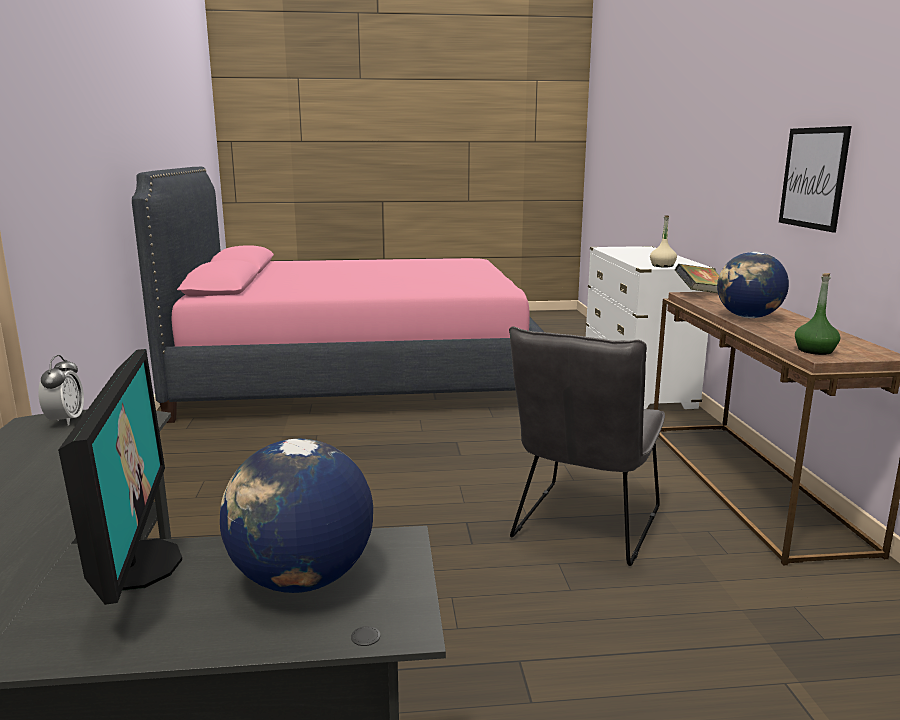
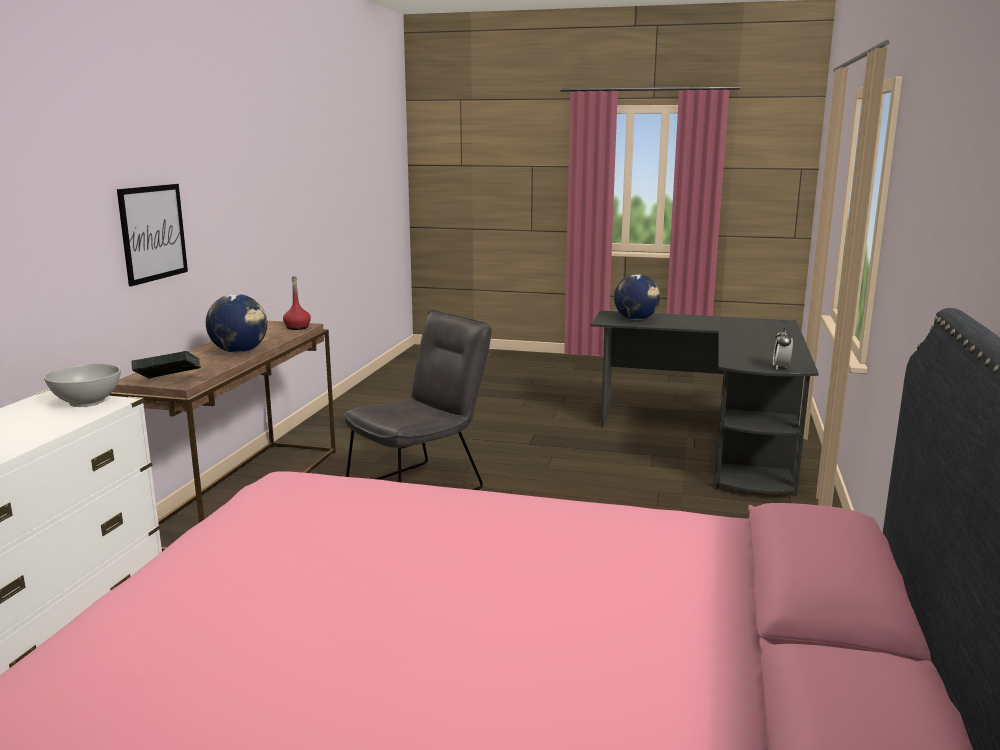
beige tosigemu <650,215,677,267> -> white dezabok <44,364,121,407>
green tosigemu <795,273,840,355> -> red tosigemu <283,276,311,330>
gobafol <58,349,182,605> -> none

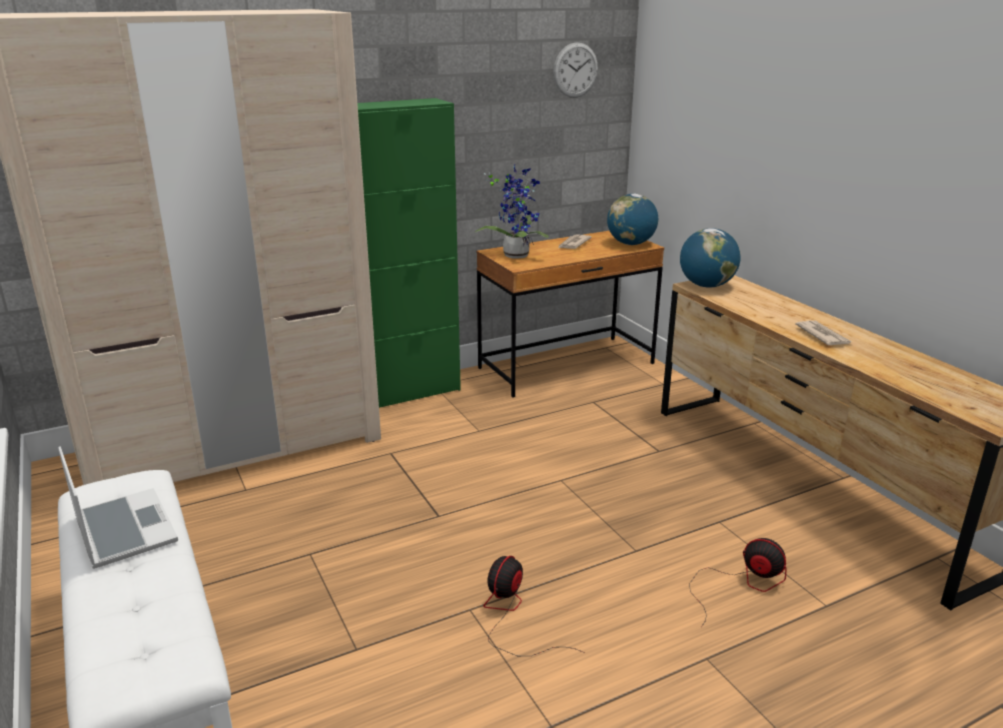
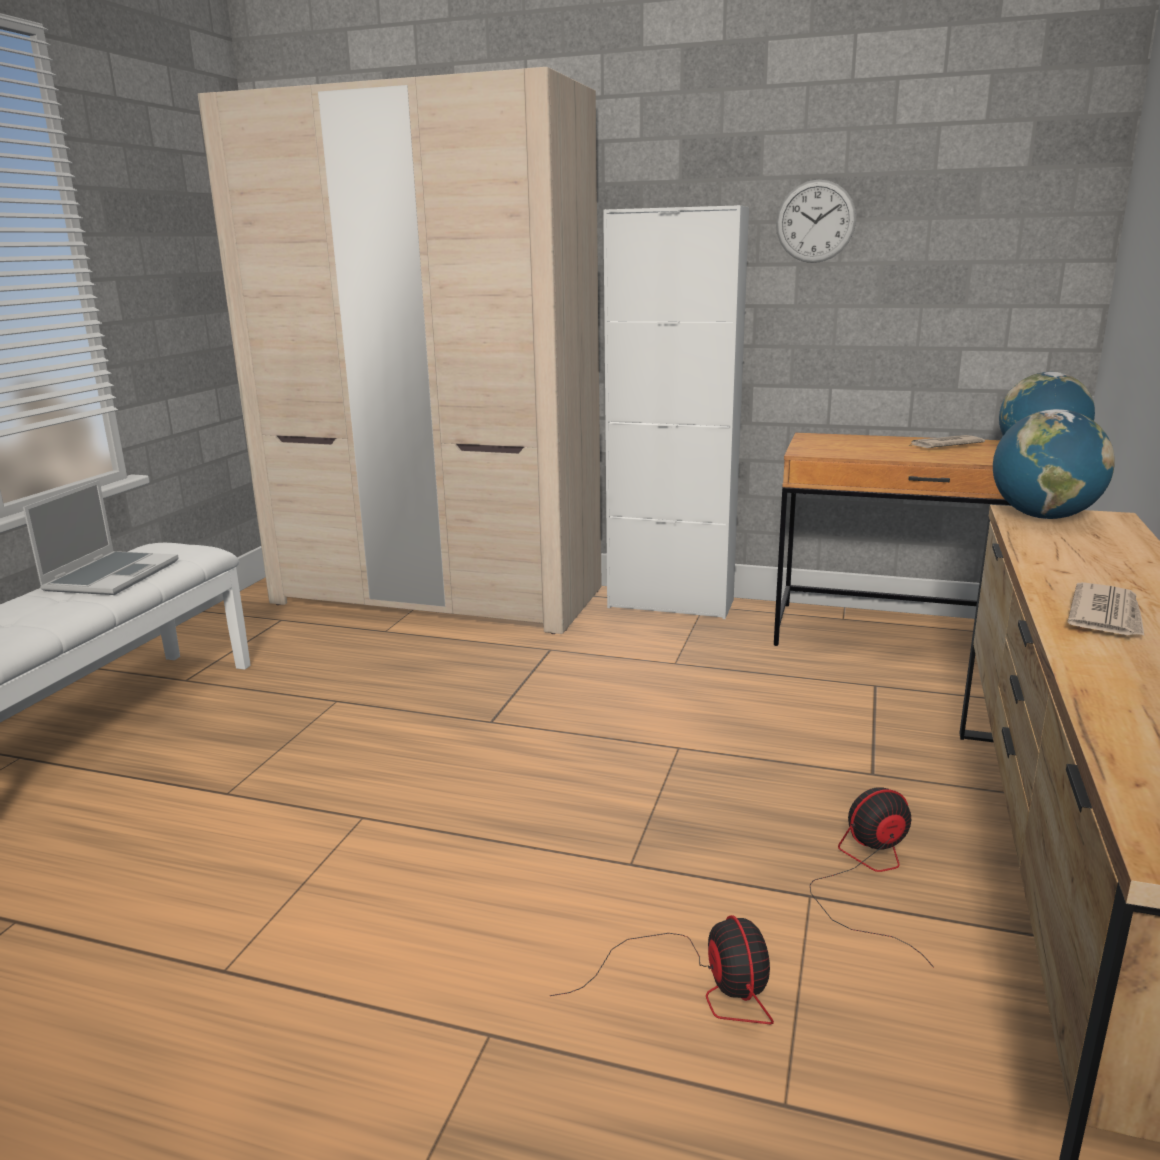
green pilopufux <357,98,461,408> -> white pilopufux <603,205,749,619>
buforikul <553,42,598,98> -> buforikul <776,179,856,263>, move
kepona <484,556,585,656> -> kepona <810,787,934,968>, move
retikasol <474,165,549,259> -> none

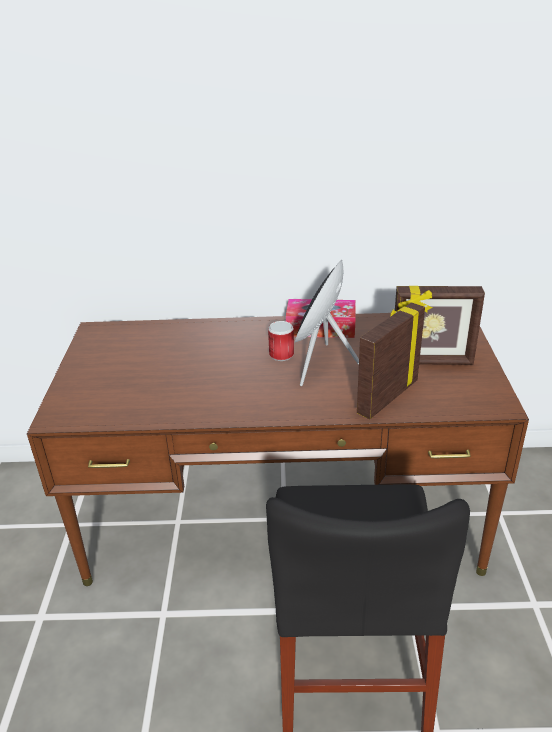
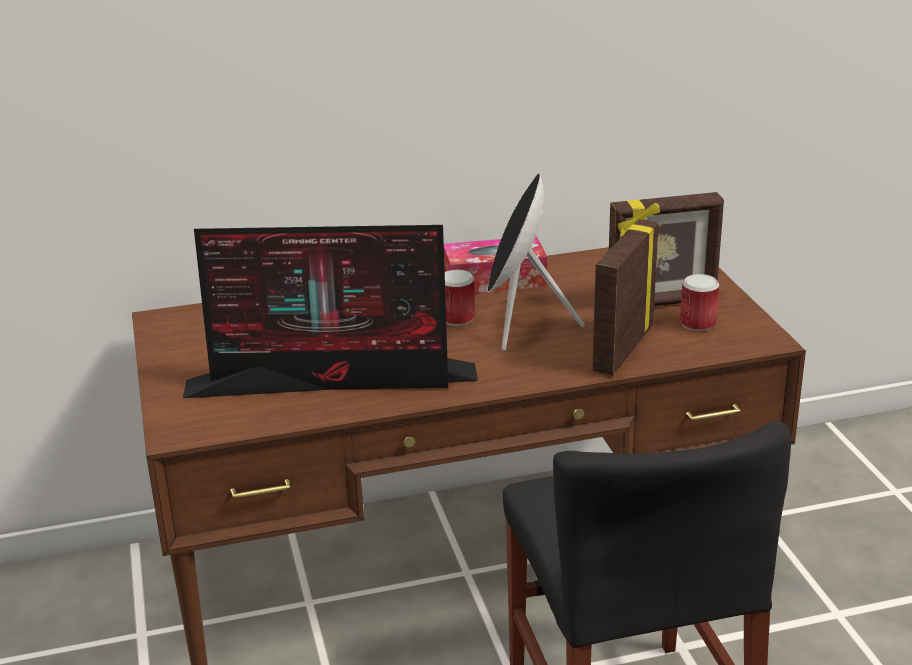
none -> gobafol <183,225,478,398>
none -> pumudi <680,274,719,331>

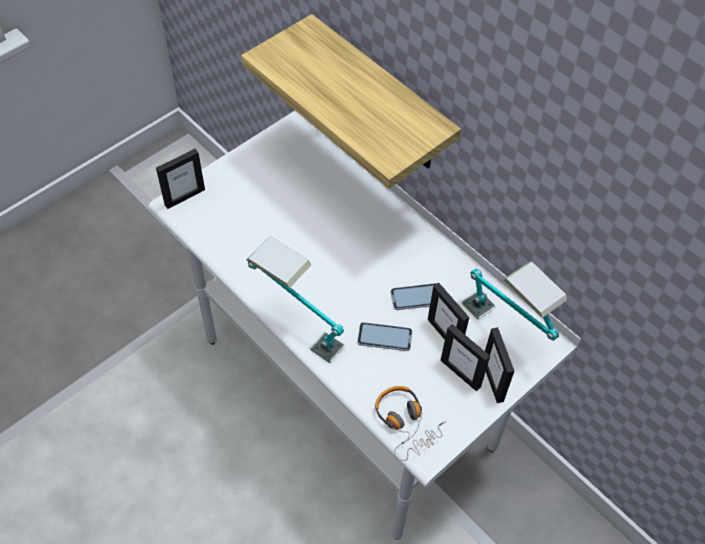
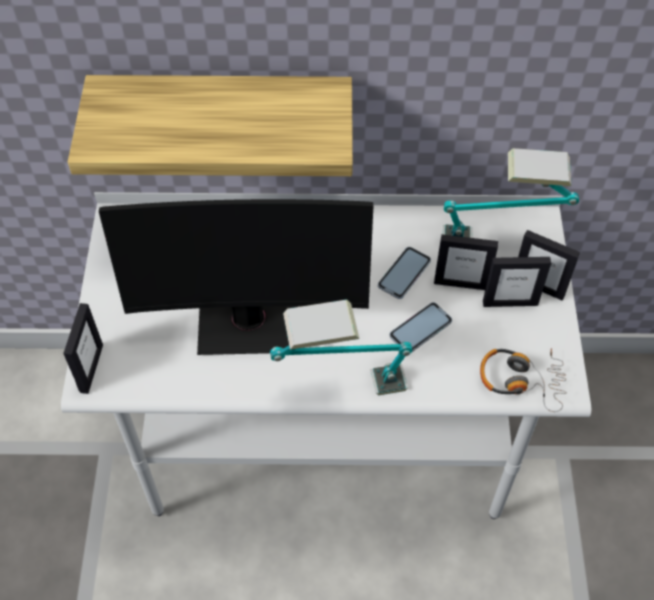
none -> gobafol <99,199,373,355>

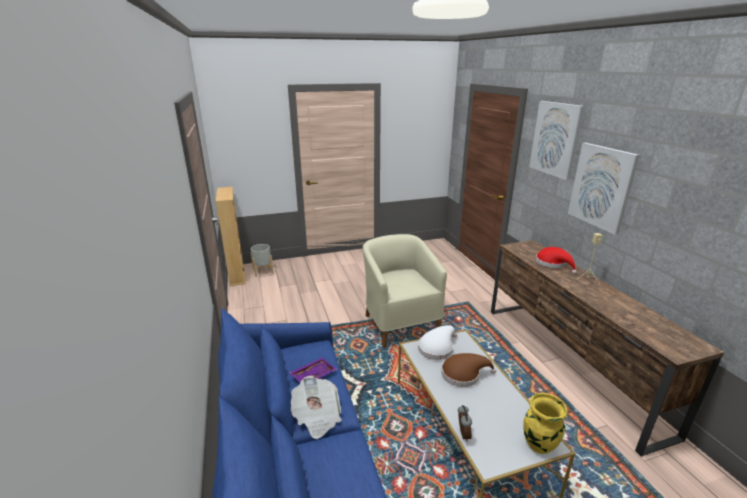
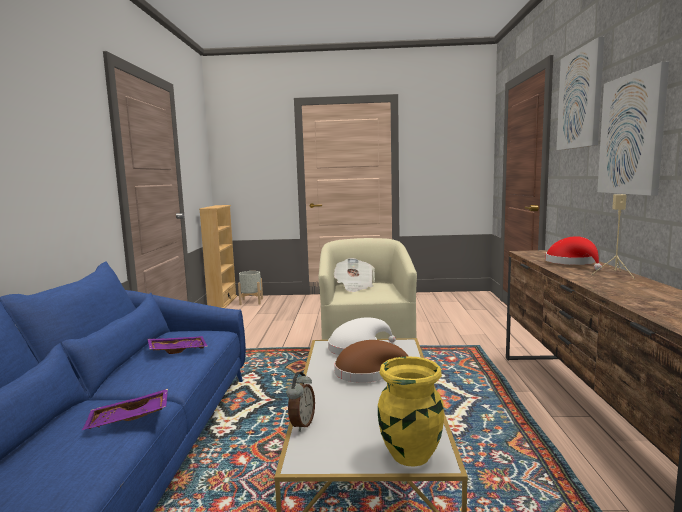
none -> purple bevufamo <82,389,168,430>
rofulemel <291,376,341,439> -> rofulemel <334,258,375,292>, move

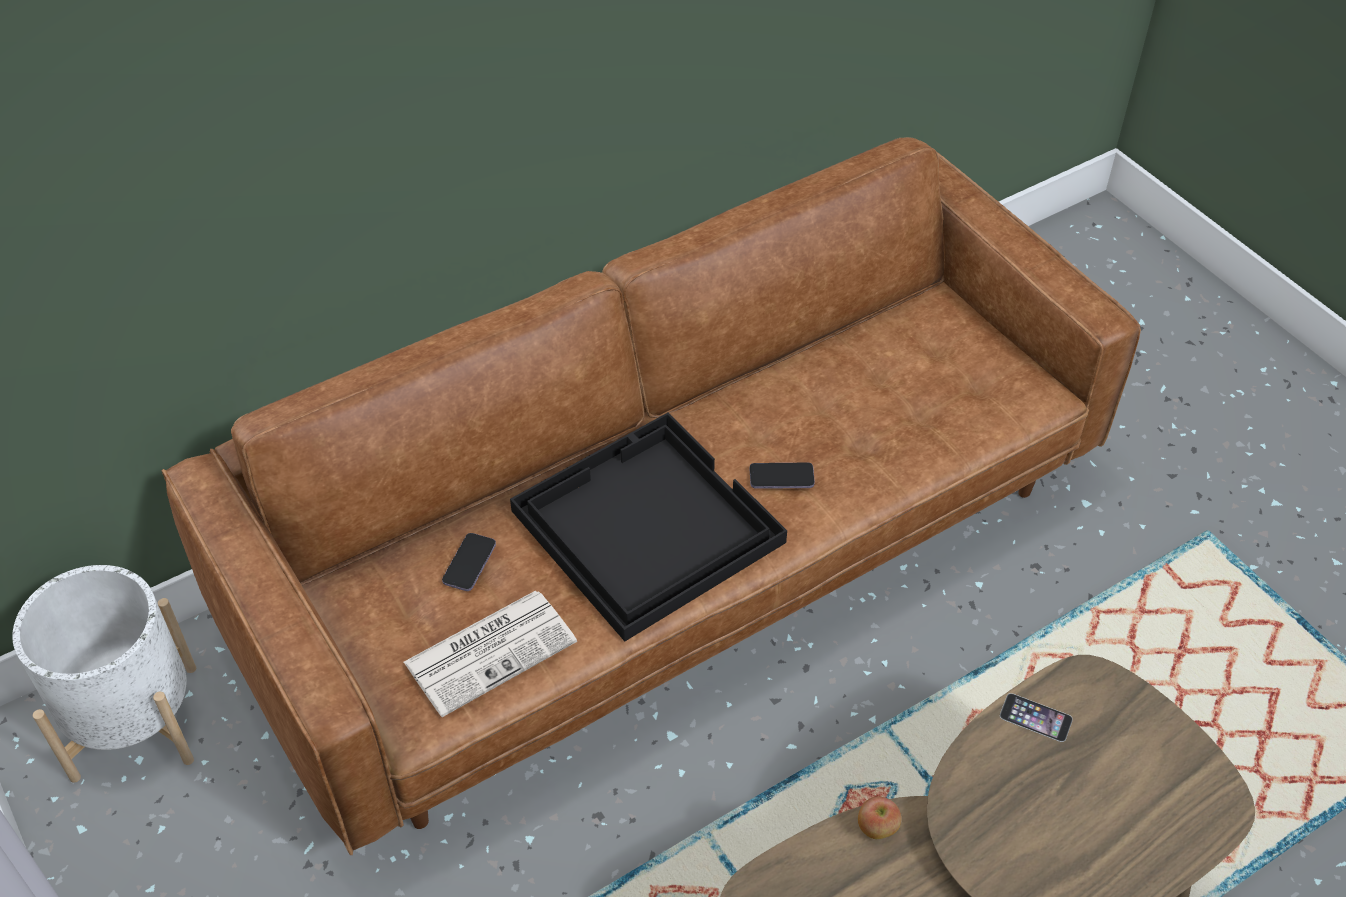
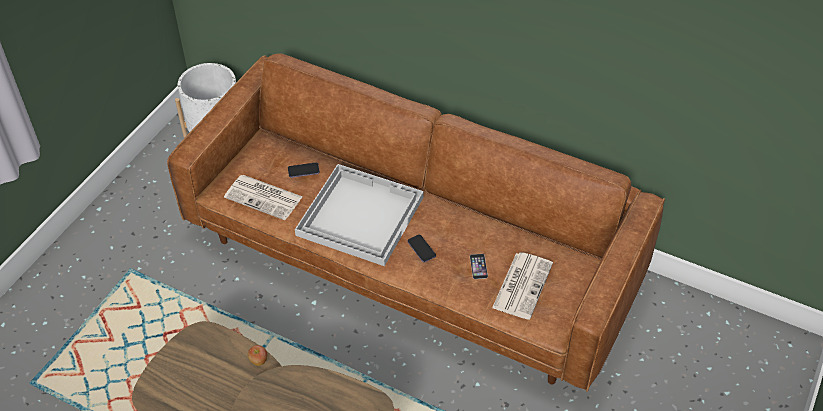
black bevufamo <510,413,787,641> -> white bevufamo <295,164,424,266>
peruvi <1000,693,1073,742> -> peruvi <470,254,488,279>, move
none -> rofulemel <492,252,553,320>

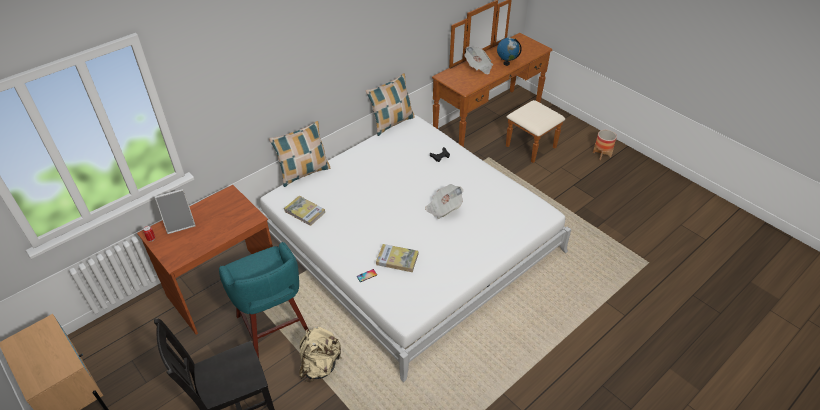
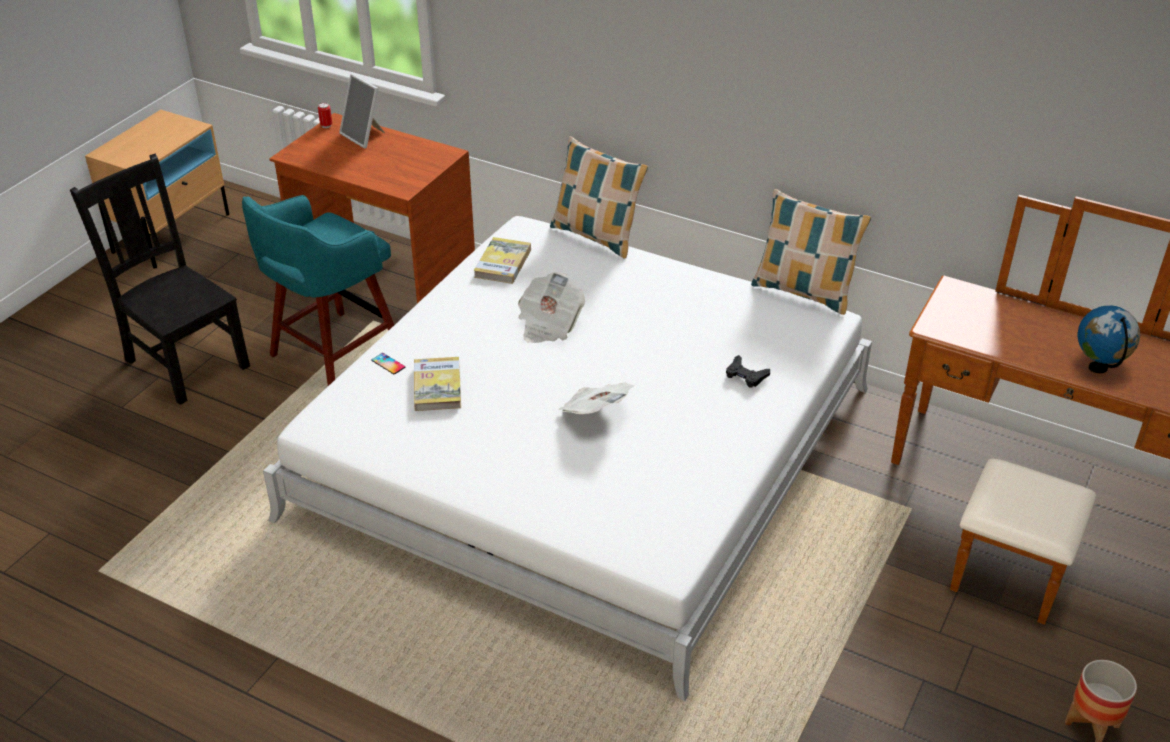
rofulemel <465,46,493,74> -> rofulemel <518,272,585,343>, move
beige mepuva <299,327,342,382> -> none

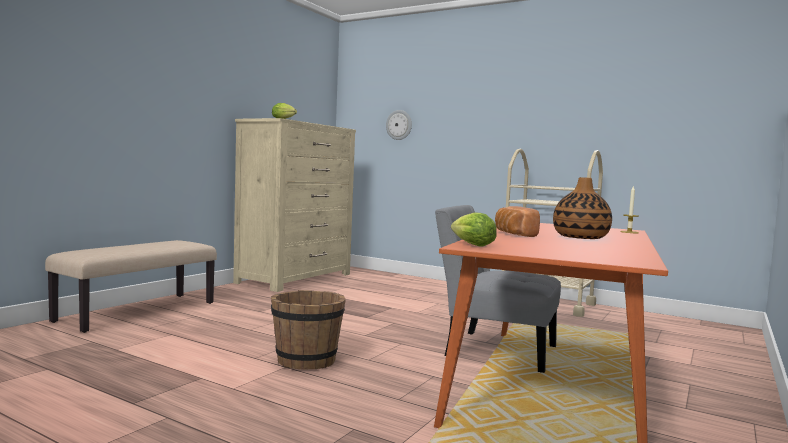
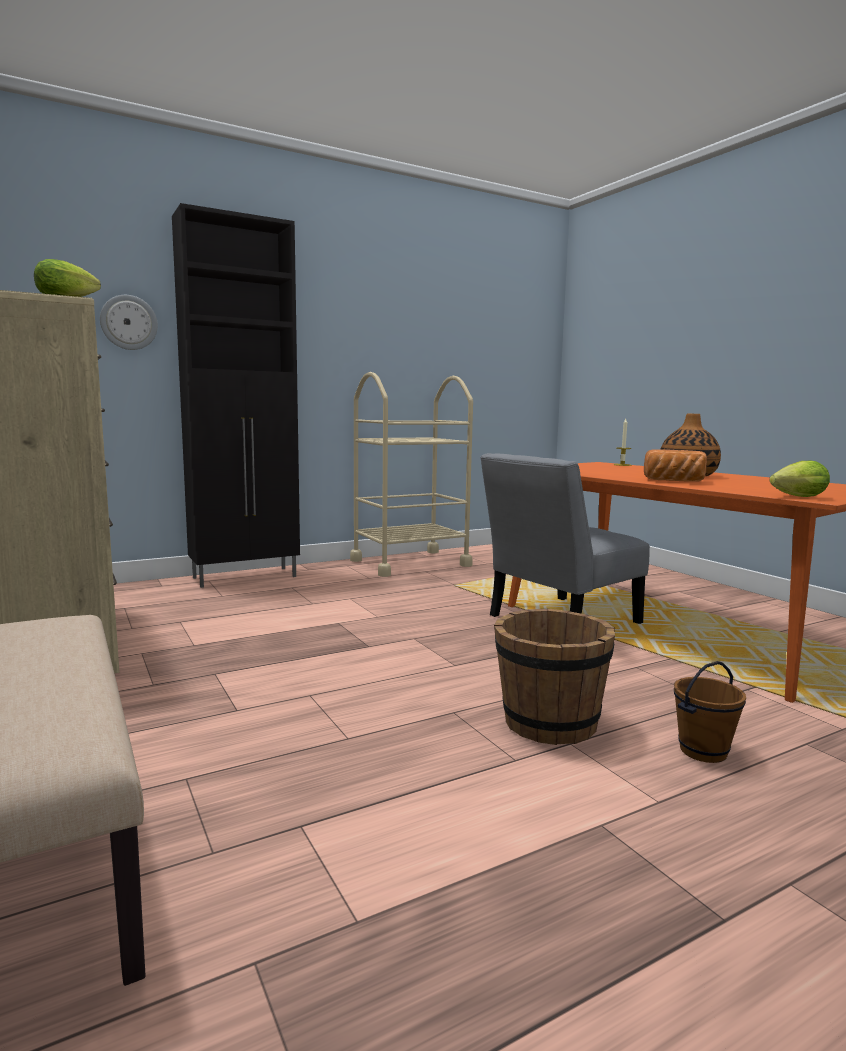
none -> black pilopufux <172,203,300,588>
none -> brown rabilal <674,661,746,763>

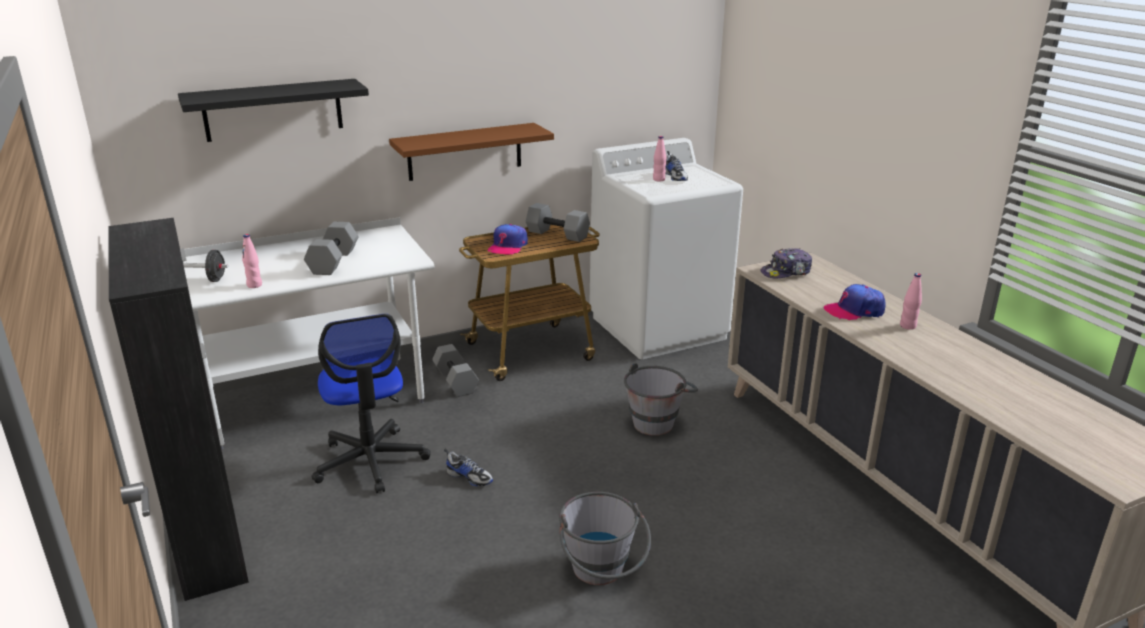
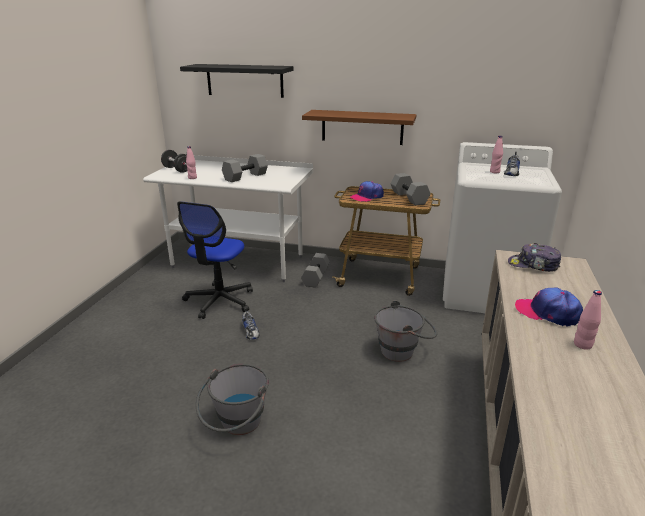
black pilopufux <108,218,249,601> -> none

